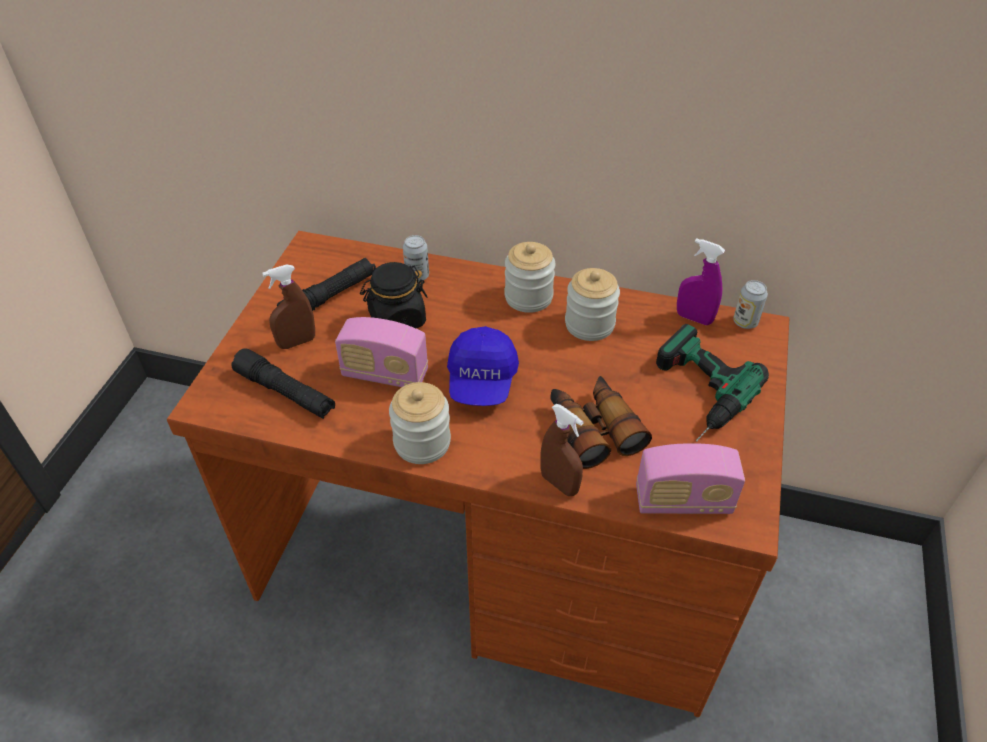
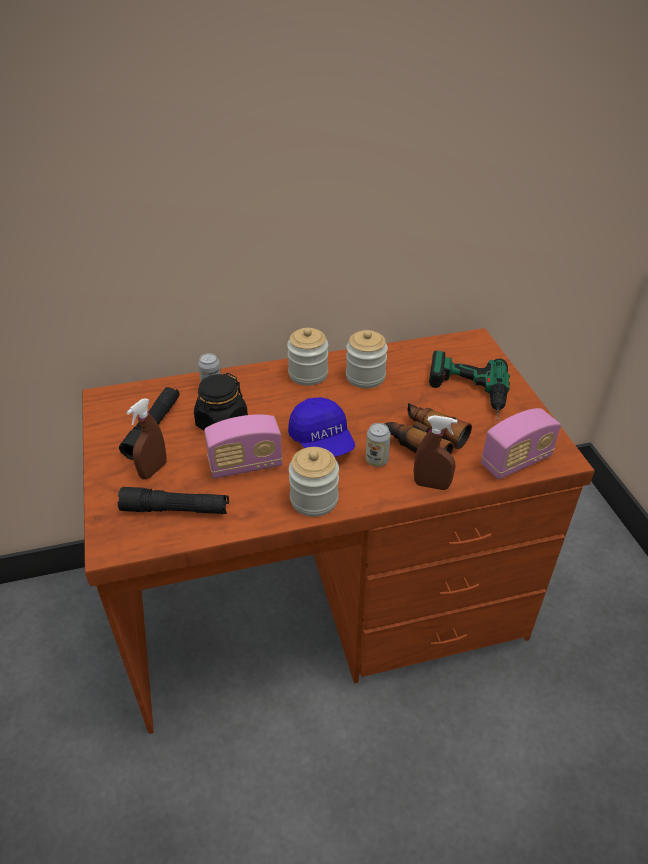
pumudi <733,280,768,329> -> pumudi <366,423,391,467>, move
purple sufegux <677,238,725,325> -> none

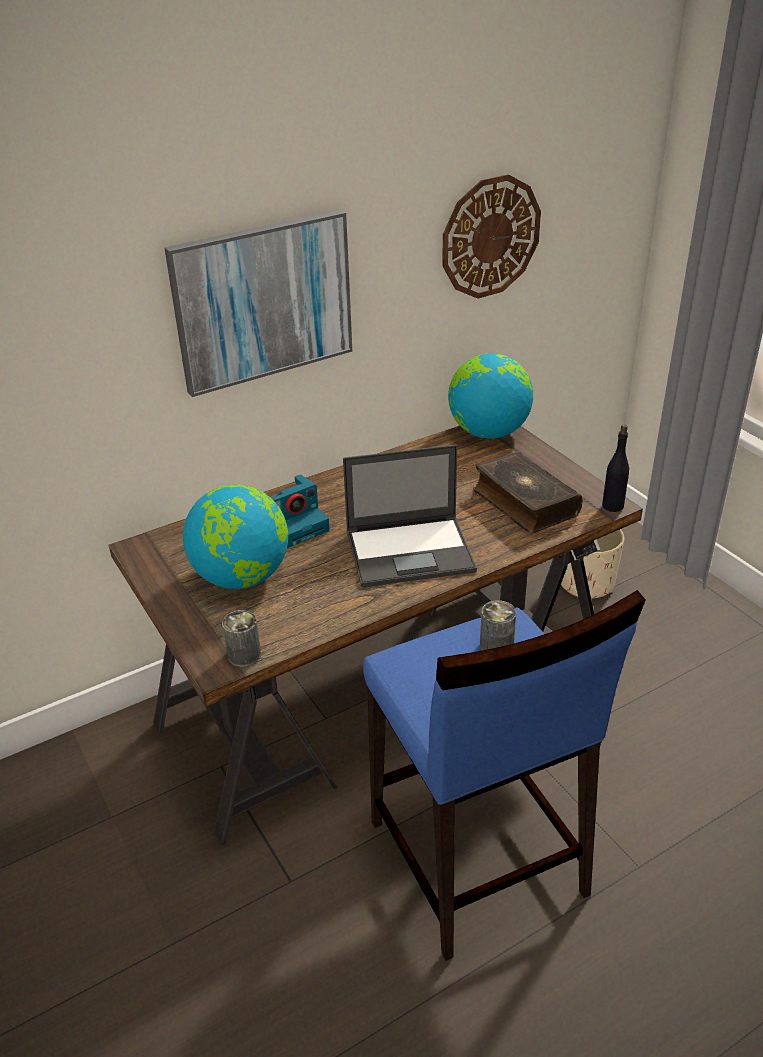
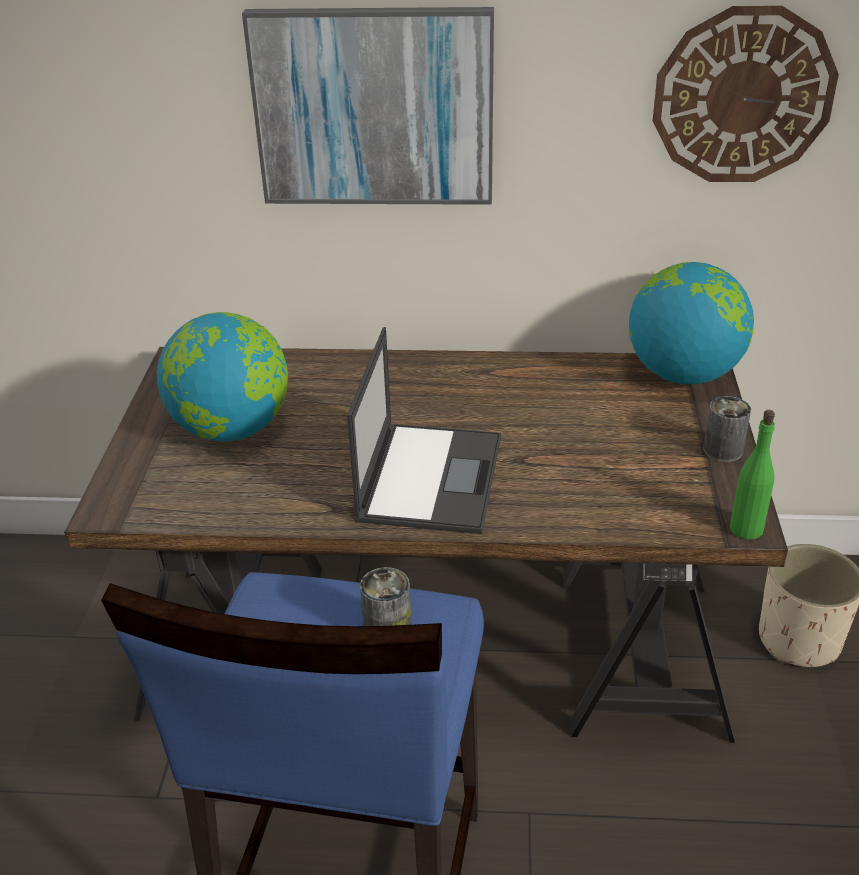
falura <343,444,477,588> -> falura <347,327,501,534>, 105 degrees counterclockwise
pumudi <222,610,261,667> -> pumudi <703,396,751,462>, move
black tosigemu <602,424,629,512> -> green tosigemu <730,410,775,539>
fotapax <272,474,329,548> -> none
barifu <473,452,583,534> -> none

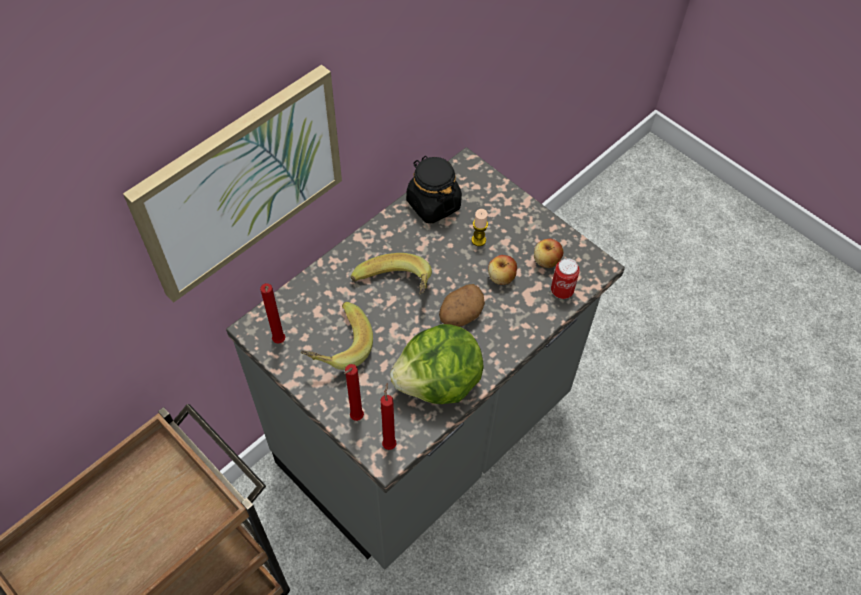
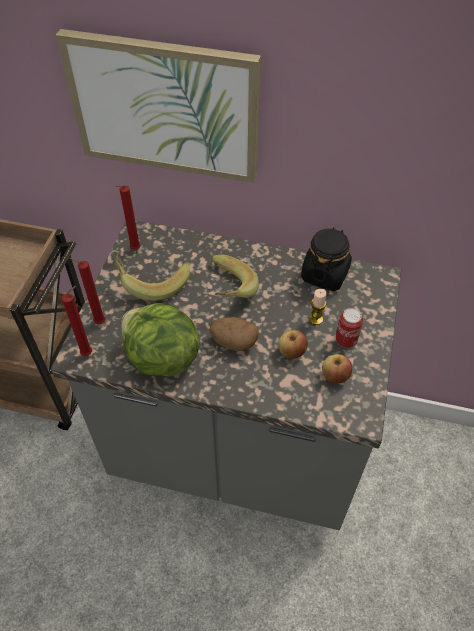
pumudi <551,258,580,299> -> pumudi <336,308,363,348>, move

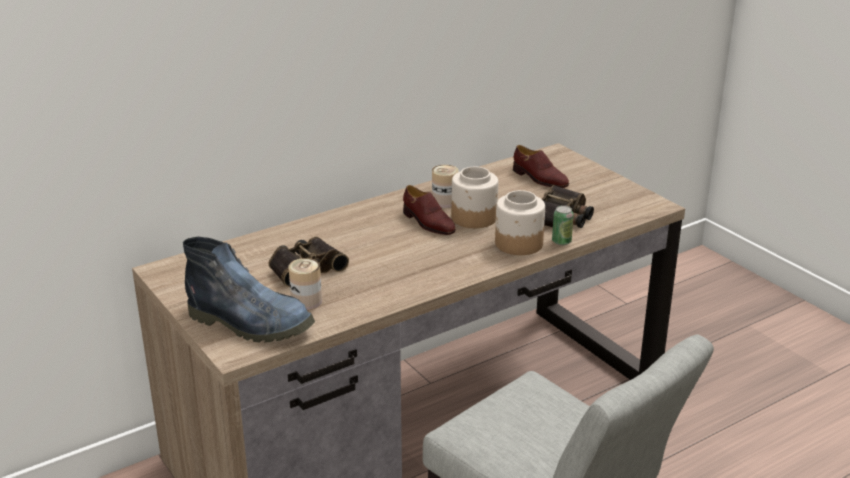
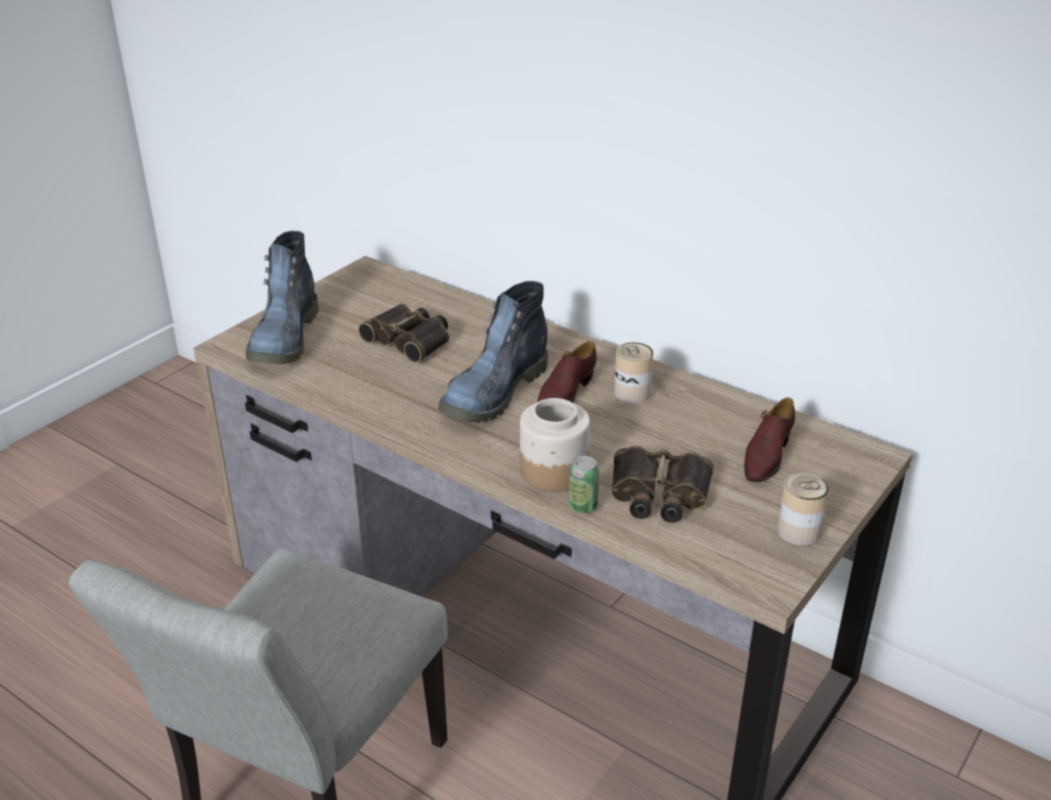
none -> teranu <438,281,548,423>
pumudi <289,258,322,310> -> pumudi <777,473,829,545>, move
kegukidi <451,167,498,228> -> none

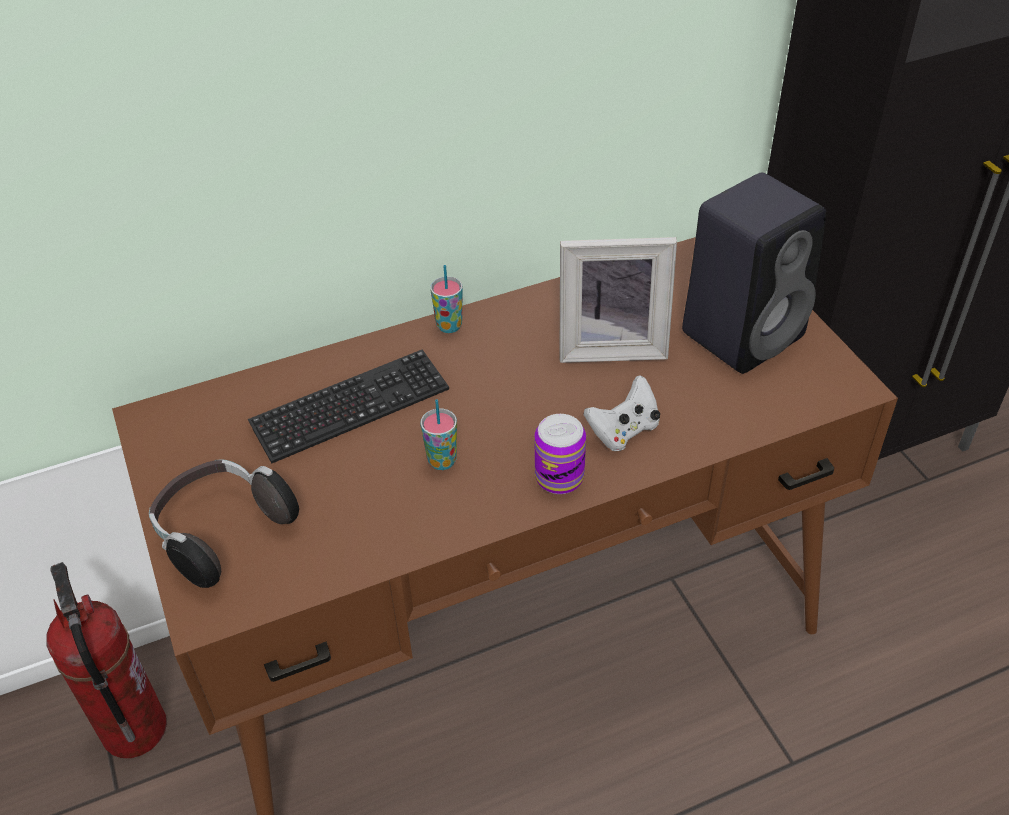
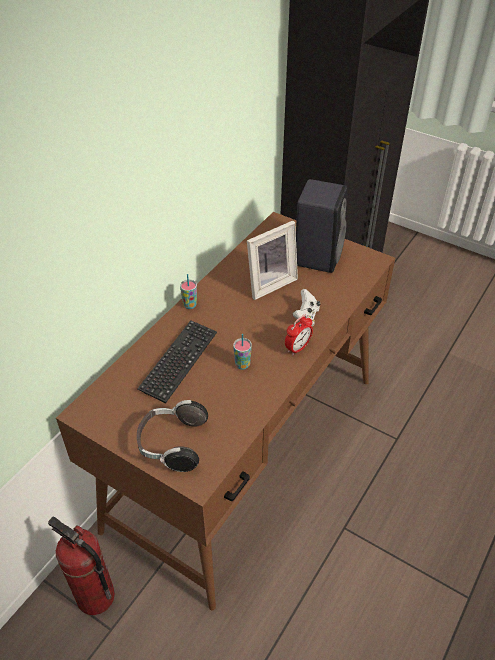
pumudi <535,414,586,494> -> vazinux <285,315,313,355>

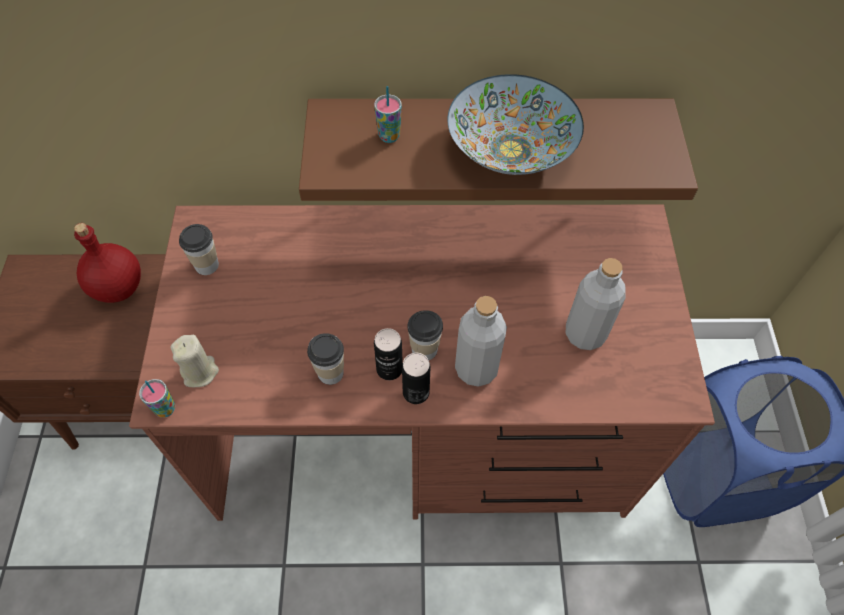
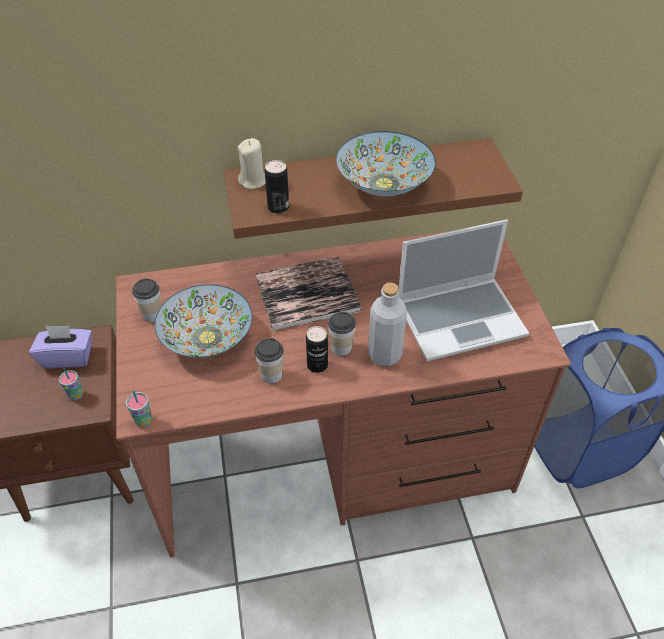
red tosigemu <74,223,141,303> -> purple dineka <29,326,92,368>
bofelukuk <374,86,402,143> -> bofelukuk <59,368,83,400>, move
none -> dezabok <154,284,252,358>
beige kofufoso <171,335,219,387> -> beige kofufoso <238,138,266,189>, move
none -> barifu <255,256,361,331>
pumudi <402,353,430,404> -> pumudi <265,160,289,213>, move
grey tosigemu <565,258,626,350> -> falura <398,220,529,362>

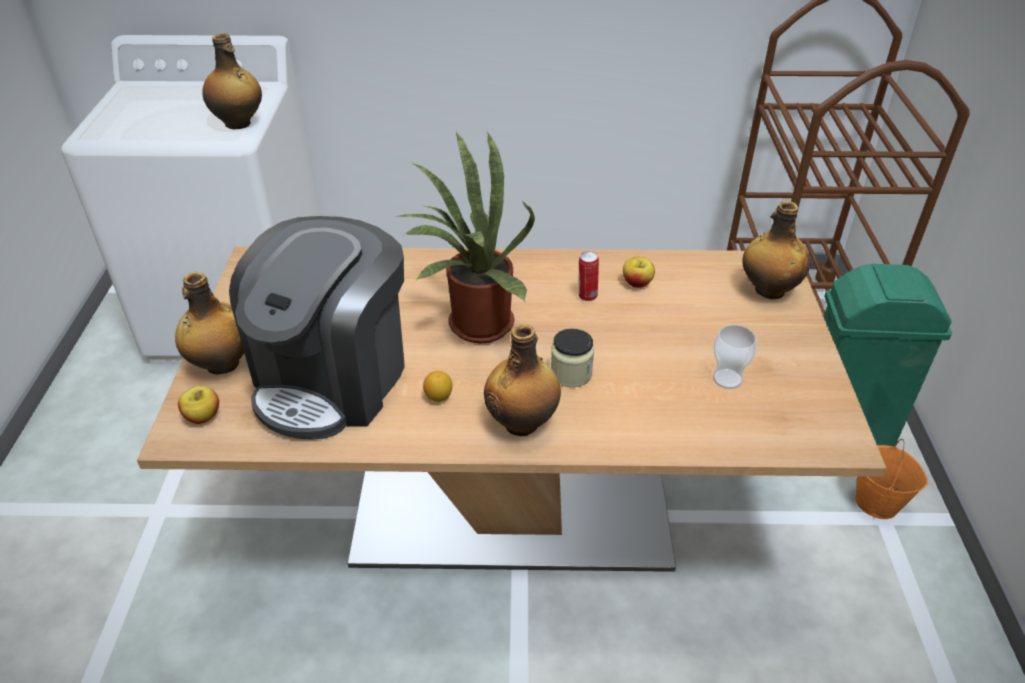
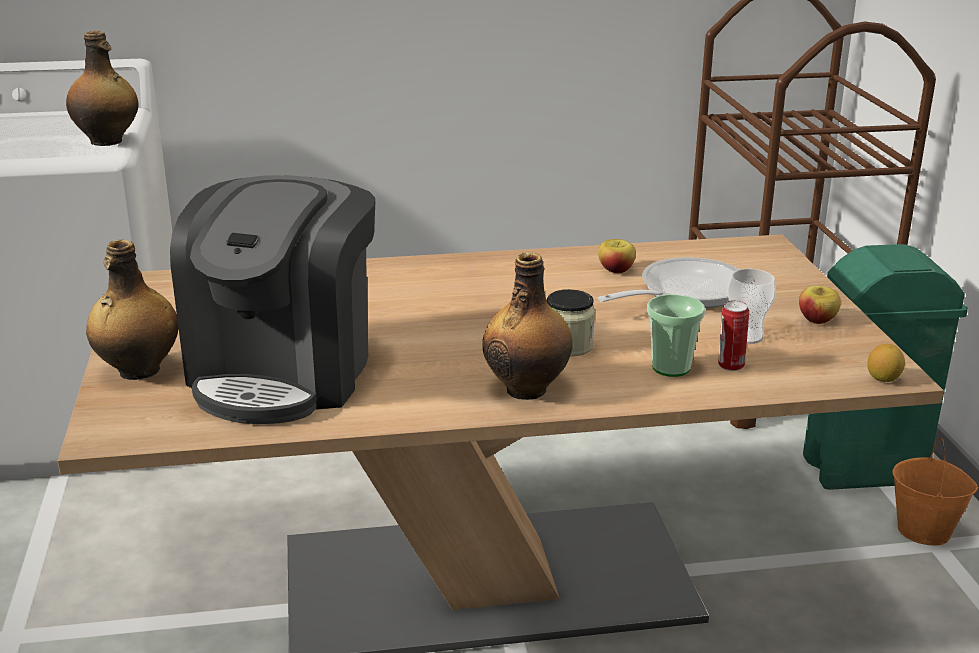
none -> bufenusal <598,257,740,308>
none -> bofelukuk <647,294,705,377>
pumudi <578,251,599,301> -> pumudi <718,300,749,371>, move
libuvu <178,386,219,424> -> libuvu <799,286,841,324>, move
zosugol <423,371,453,402> -> zosugol <868,344,905,382>, move
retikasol <398,131,535,343> -> none
tosigemu <742,201,810,299> -> none

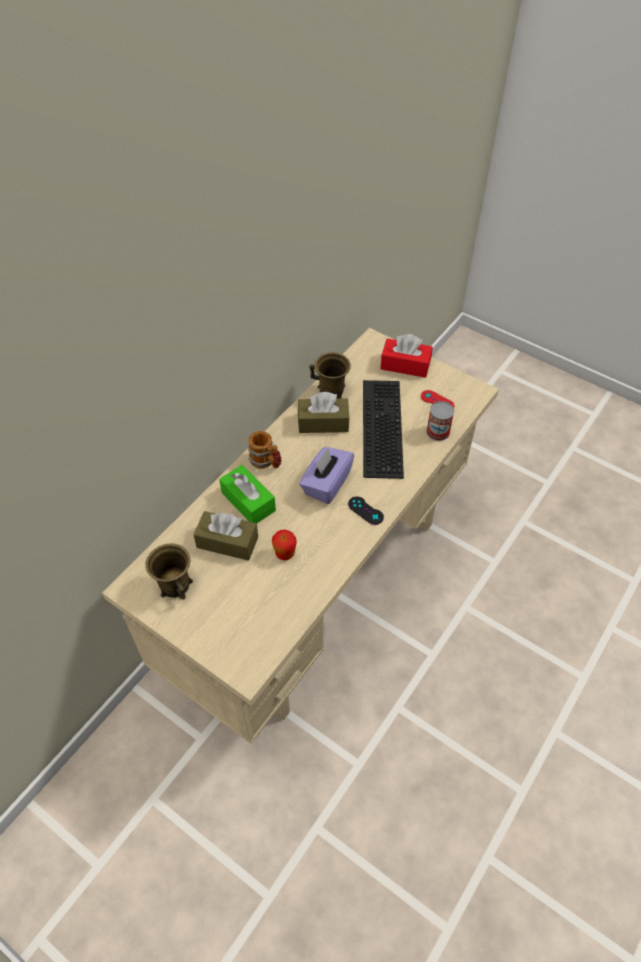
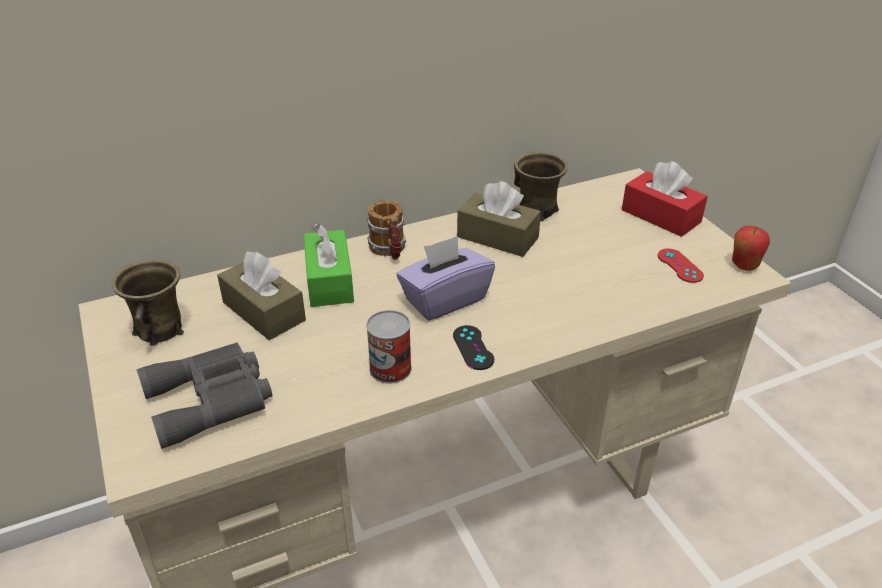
none -> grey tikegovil <136,343,272,449>
pumudi <426,401,454,441> -> pumudi <366,310,412,384>, move
libuvu <272,530,297,560> -> libuvu <732,226,770,271>, move
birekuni <363,380,404,479> -> none

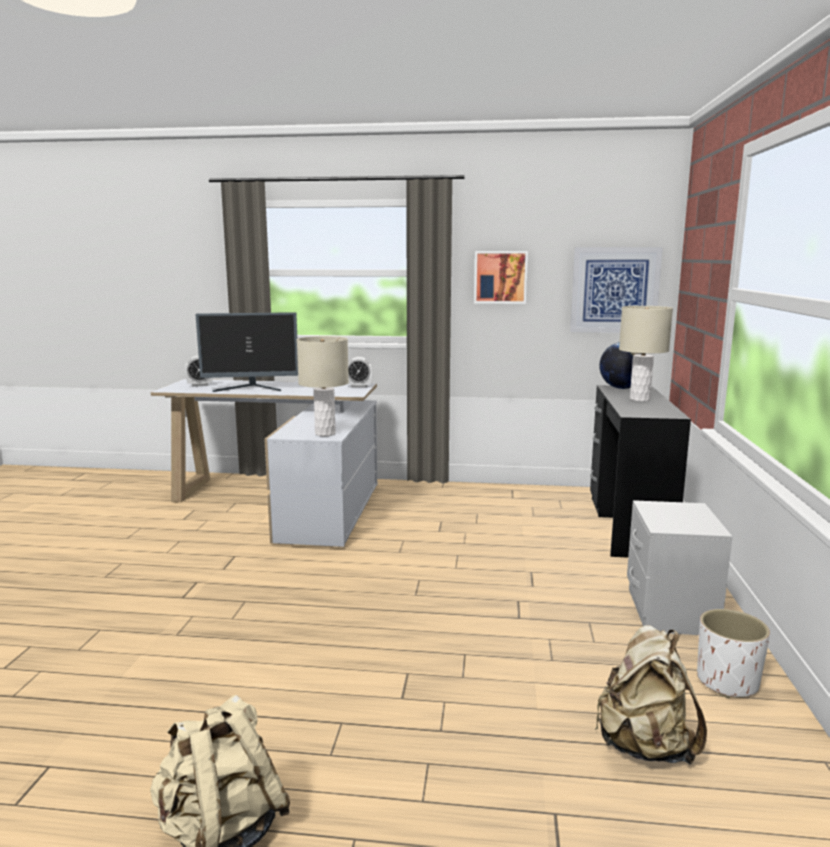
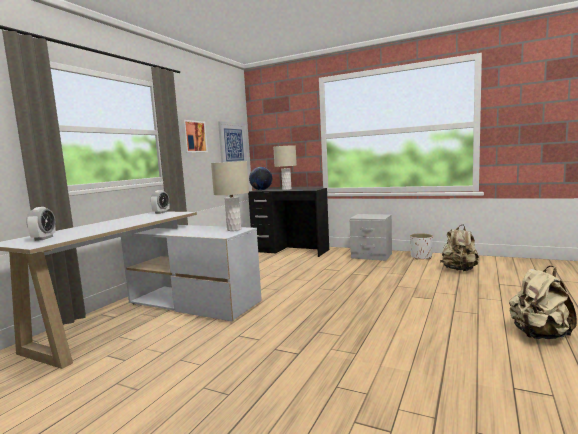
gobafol <195,312,298,392> -> none

